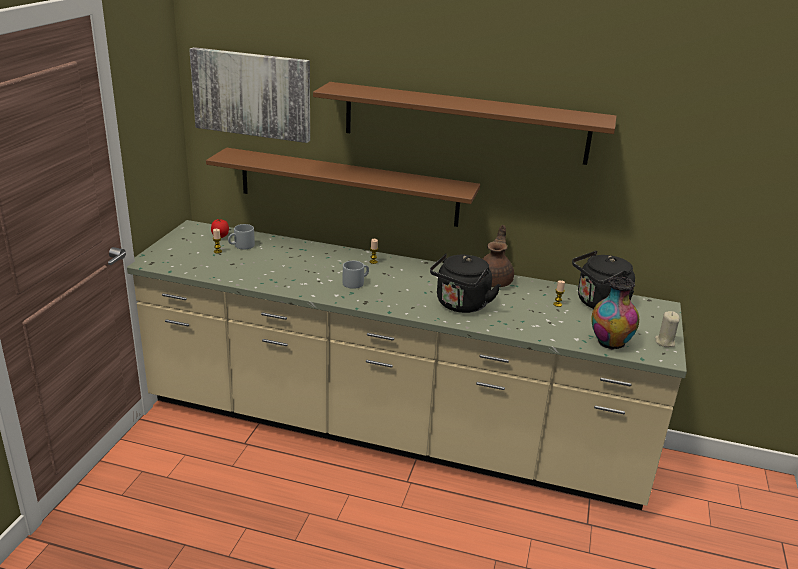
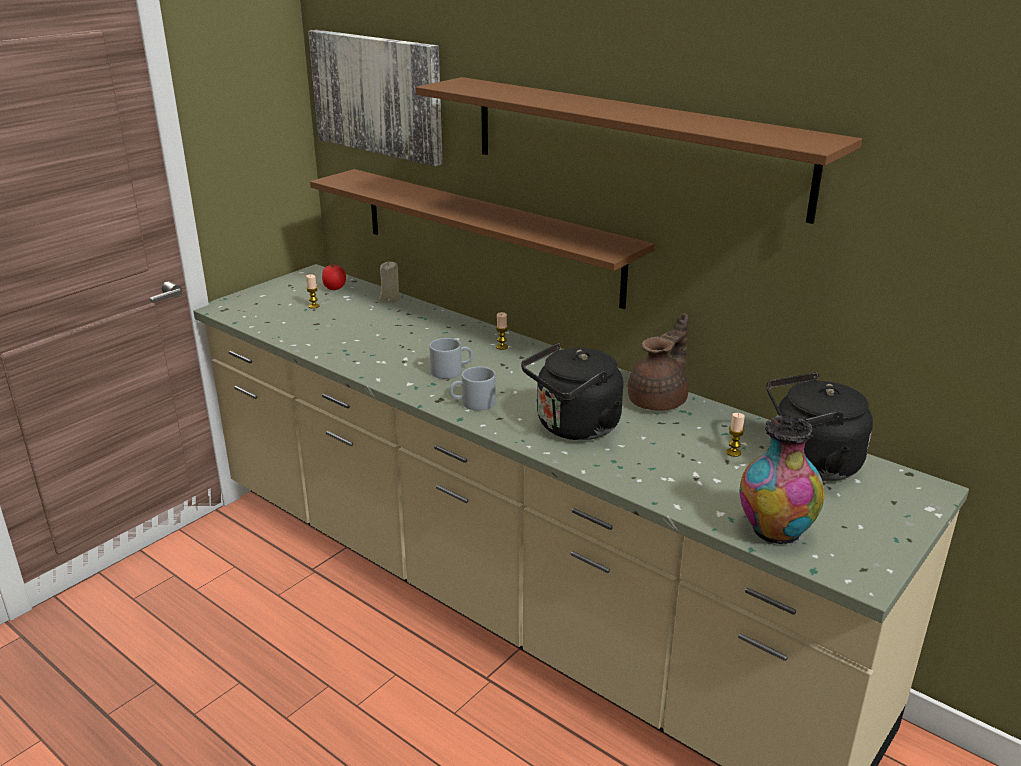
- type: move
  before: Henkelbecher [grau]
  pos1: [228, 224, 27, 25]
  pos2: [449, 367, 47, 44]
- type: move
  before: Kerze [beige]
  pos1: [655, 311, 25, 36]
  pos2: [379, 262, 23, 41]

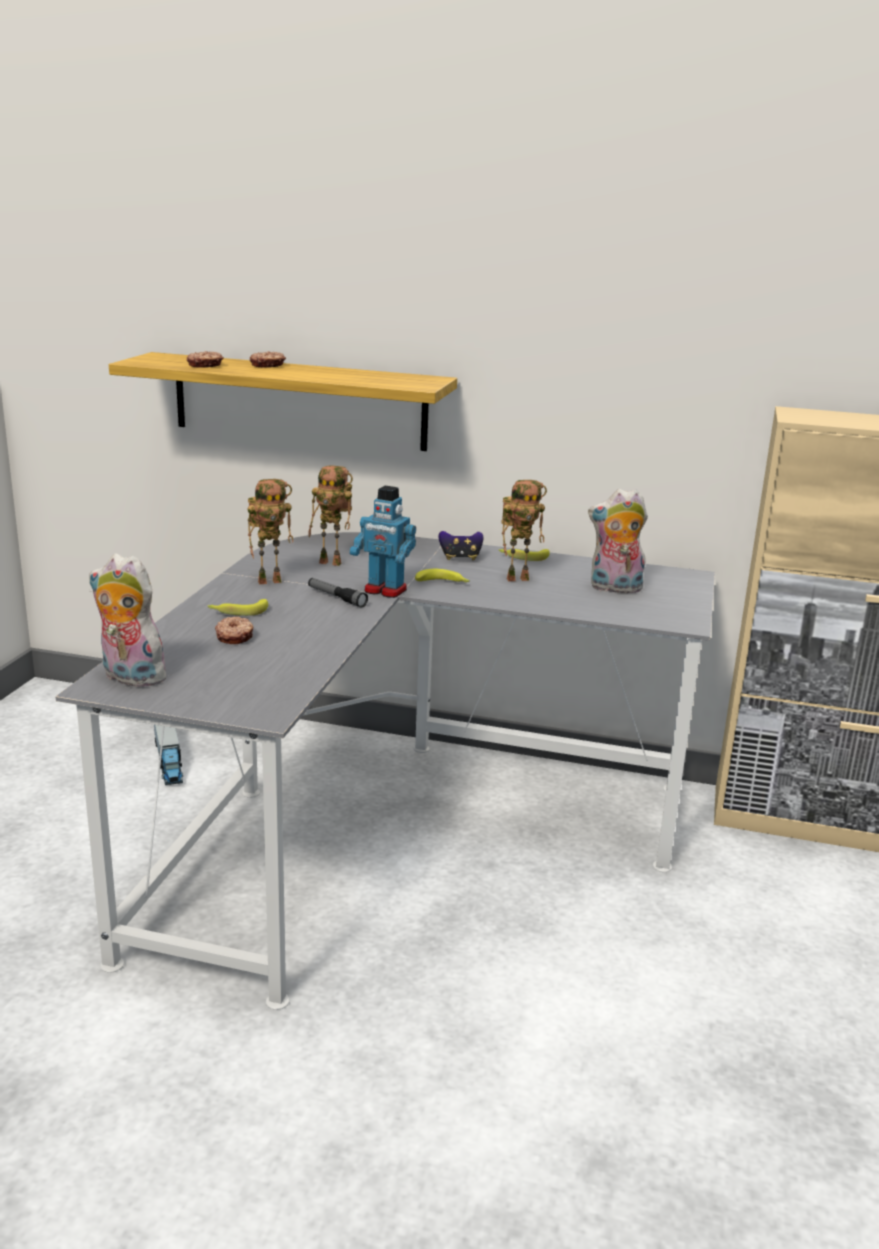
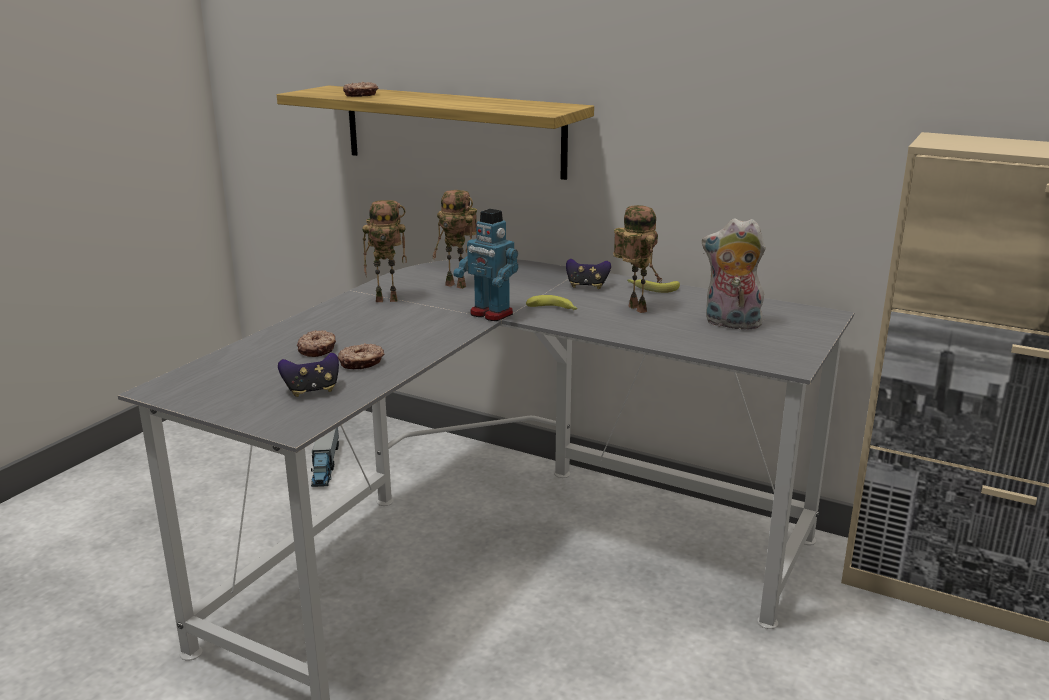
- type: move
  before: Donut
  pos1: [250, 351, 36, 17]
  pos2: [338, 343, 47, 26]
- type: rotate
  before: Spielzeugroboter
  pos1: [501, 480, 46, 101]
  pos2: [613, 205, 50, 108]
  turn: -120
- type: delete
  before: Plüschtier
  pos1: [89, 553, 77, 134]
- type: delete
  before: Taschenlampe
  pos1: [308, 578, 60, 30]
- type: delete
  before: Banane
  pos1: [208, 599, 60, 17]
- type: insert
  after: Gamepad
  pos2: [278, 353, 61, 44]

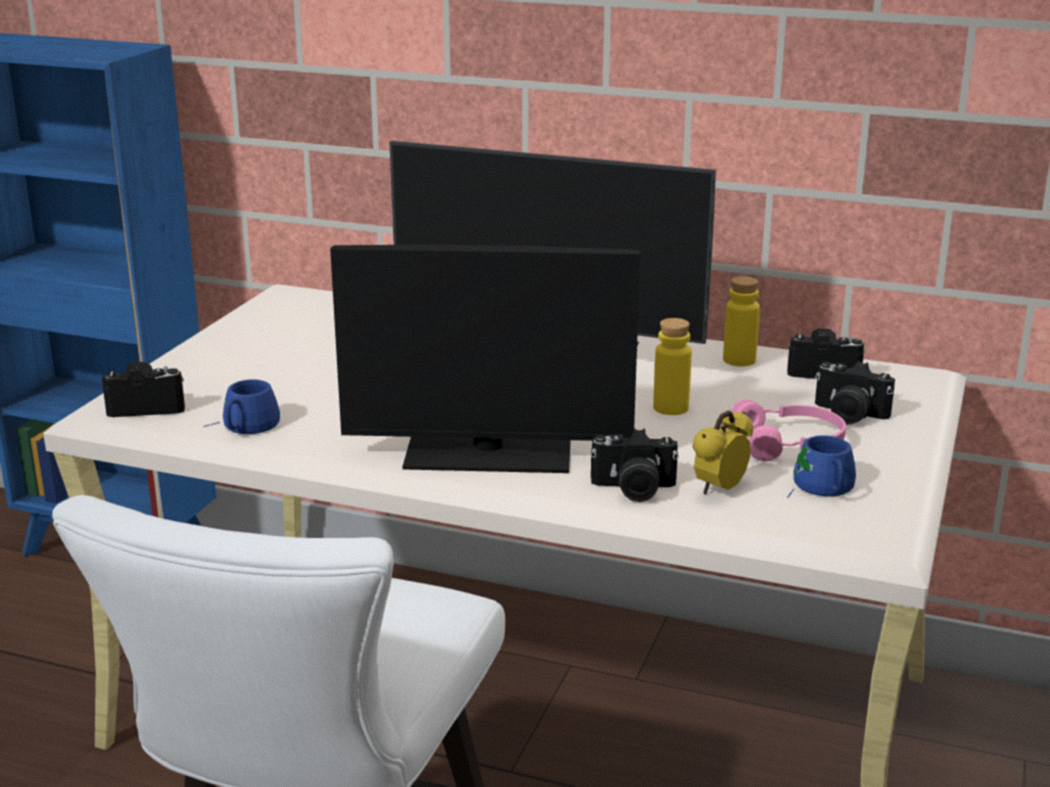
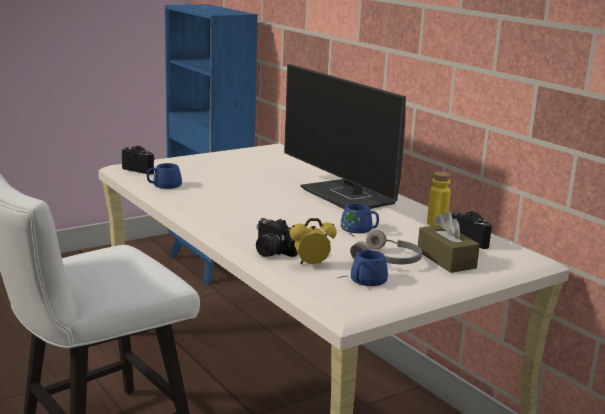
- type: delete
  before: Monitor
  pos1: [330, 245, 310, 228]
- type: replace
  before: Flasche [gelb]
  after: Henkelbecher [blau]
  pos1: [653, 318, 39, 97]
  pos2: [341, 203, 38, 35]
- type: replace
  before: Kamera
  after: Taschentuchbox [braun]
  pos1: [815, 361, 80, 63]
  pos2: [418, 212, 62, 61]
- type: recolor
  before: Kopfhörer [rosa]
  after: Kopfhörer [grau]
  pos1: [731, 399, 115, 62]
  pos2: [350, 230, 72, 34]

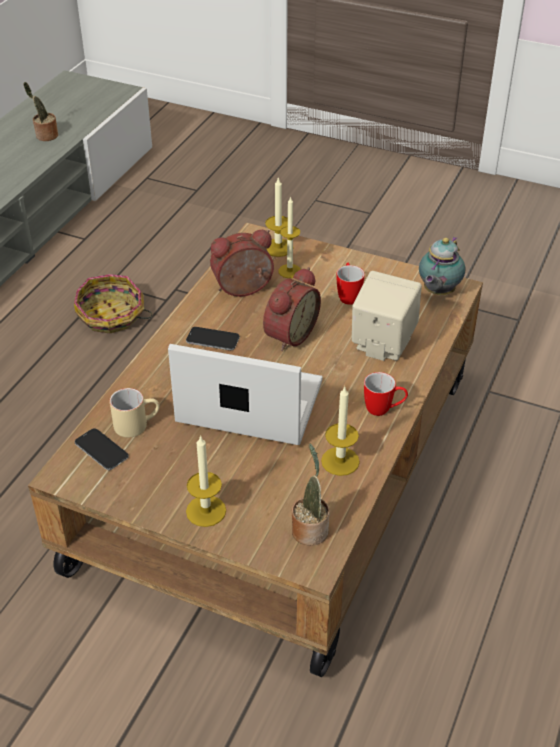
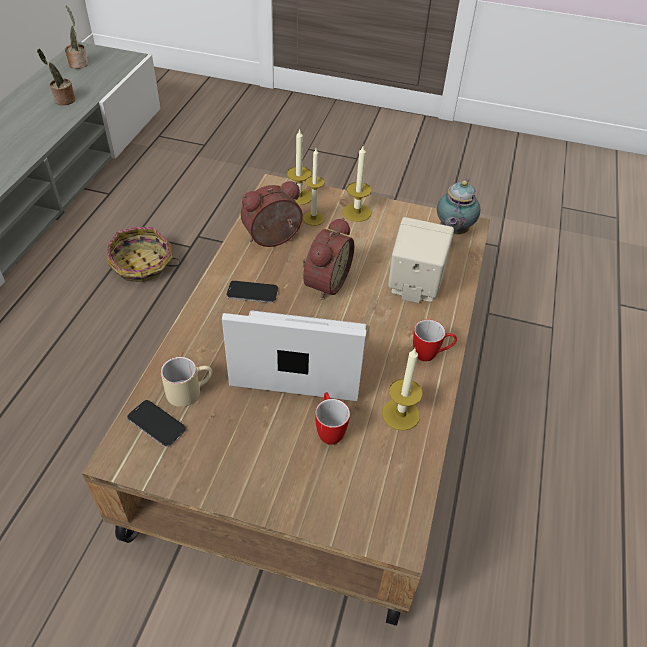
- type: move
  before: Henkelbecher
  pos1: [337, 263, 28, 42]
  pos2: [315, 392, 35, 53]
- type: move
  before: Kerze
  pos1: [186, 435, 40, 92]
  pos2: [343, 146, 29, 76]
- type: move
  before: Topfpflanze
  pos1: [292, 444, 38, 102]
  pos2: [65, 6, 23, 63]

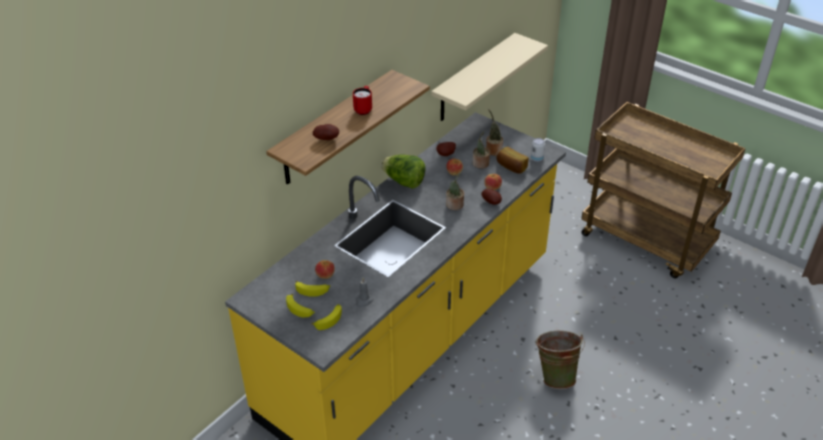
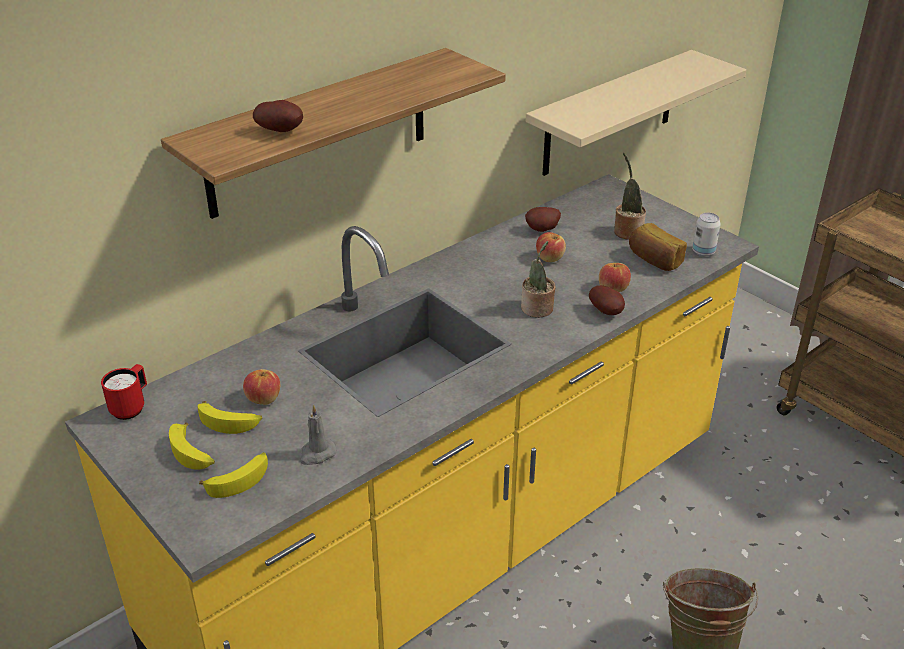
- type: move
  before: Henkelbecher [rot]
  pos1: [353, 86, 19, 29]
  pos2: [101, 364, 46, 56]
- type: delete
  before: Topfpflanze
  pos1: [472, 131, 18, 38]
- type: delete
  before: Salatkopf
  pos1: [381, 154, 45, 35]

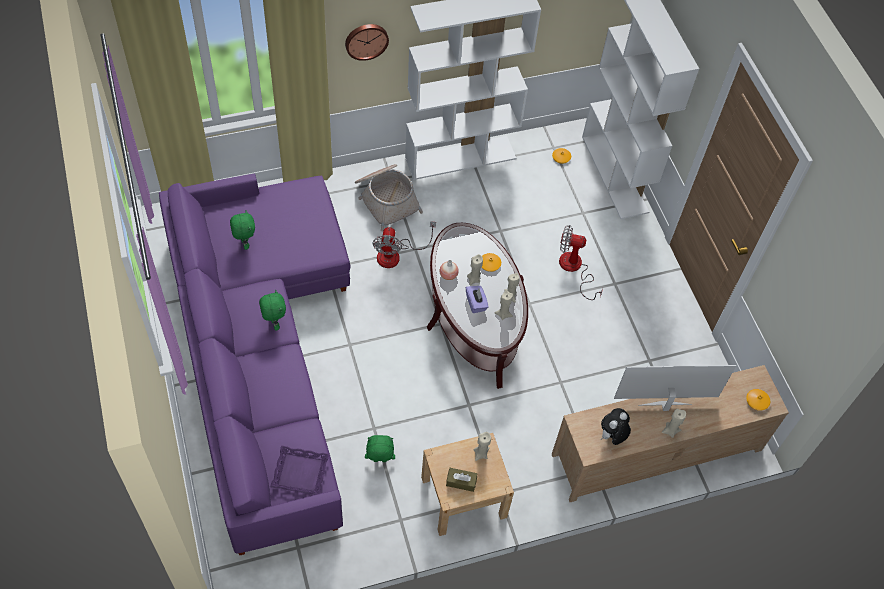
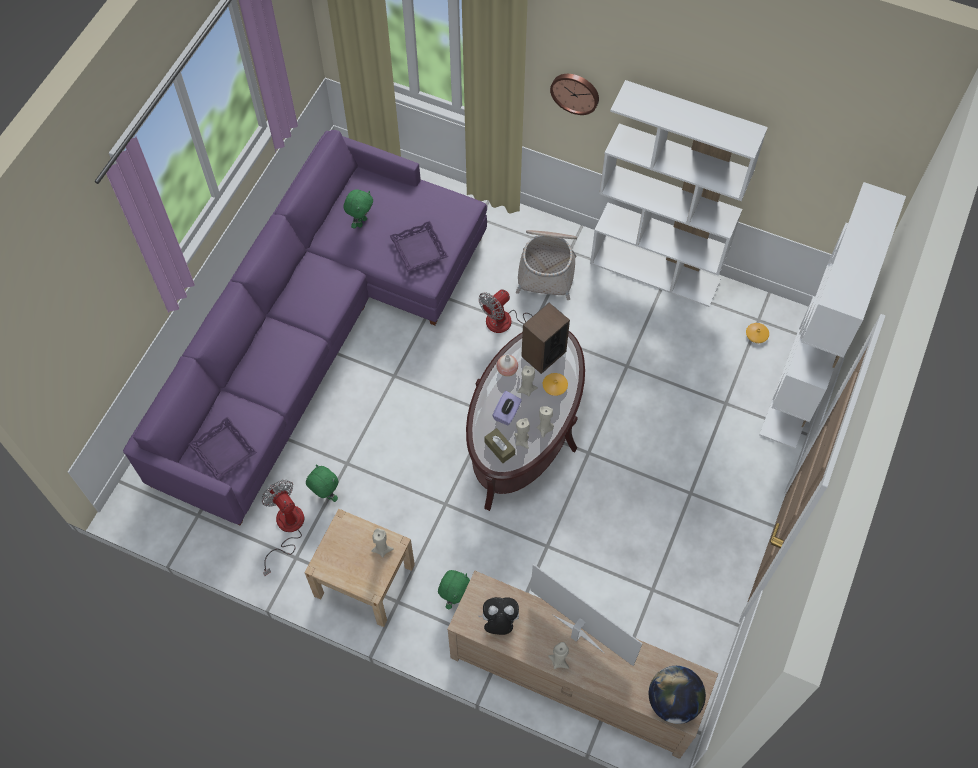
- type: move
  before: Ventilator
  pos1: [559, 225, 44, 75]
  pos2: [262, 480, 42, 96]
- type: move
  before: Plüschtier [grün]
  pos1: [259, 290, 27, 41]
  pos2: [438, 570, 32, 39]
- type: replace
  before: Vase [orange]
  after: Globus
  pos1: [747, 389, 23, 22]
  pos2: [649, 666, 57, 58]
- type: move
  before: Taschentuchbox [braun]
  pos1: [446, 468, 31, 24]
  pos2: [484, 428, 31, 35]
- type: insert
  after: Tablett [lila]
  pos2: [389, 221, 60, 51]
- type: insert
  after: Lautsprecher
  pos2: [521, 303, 49, 71]

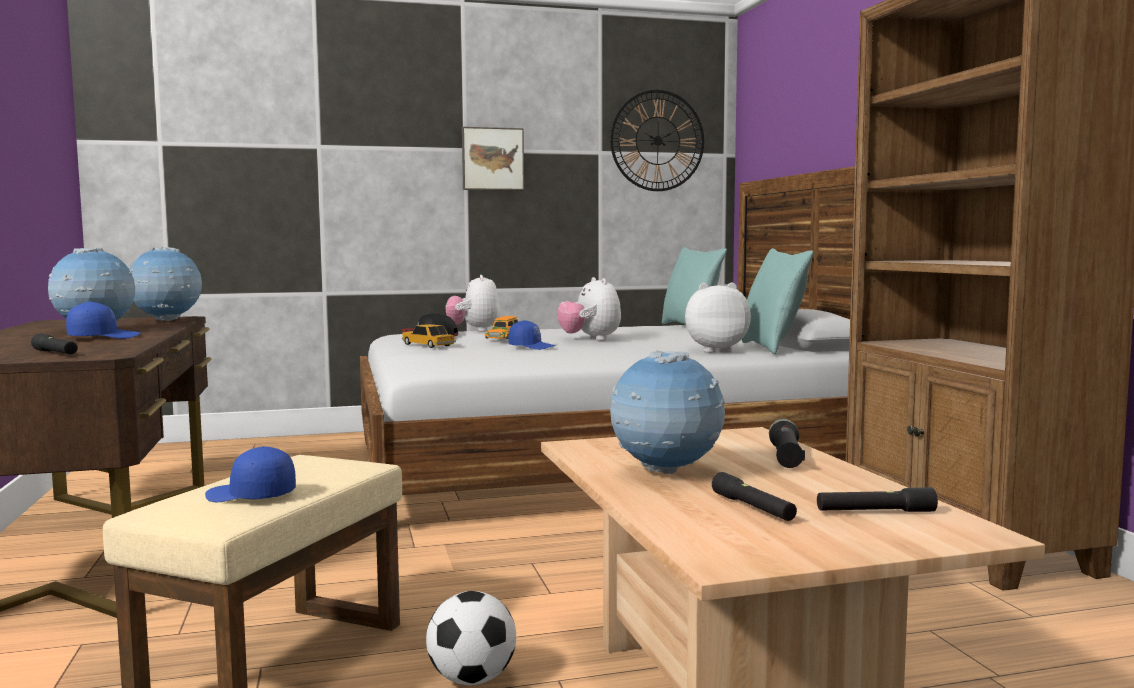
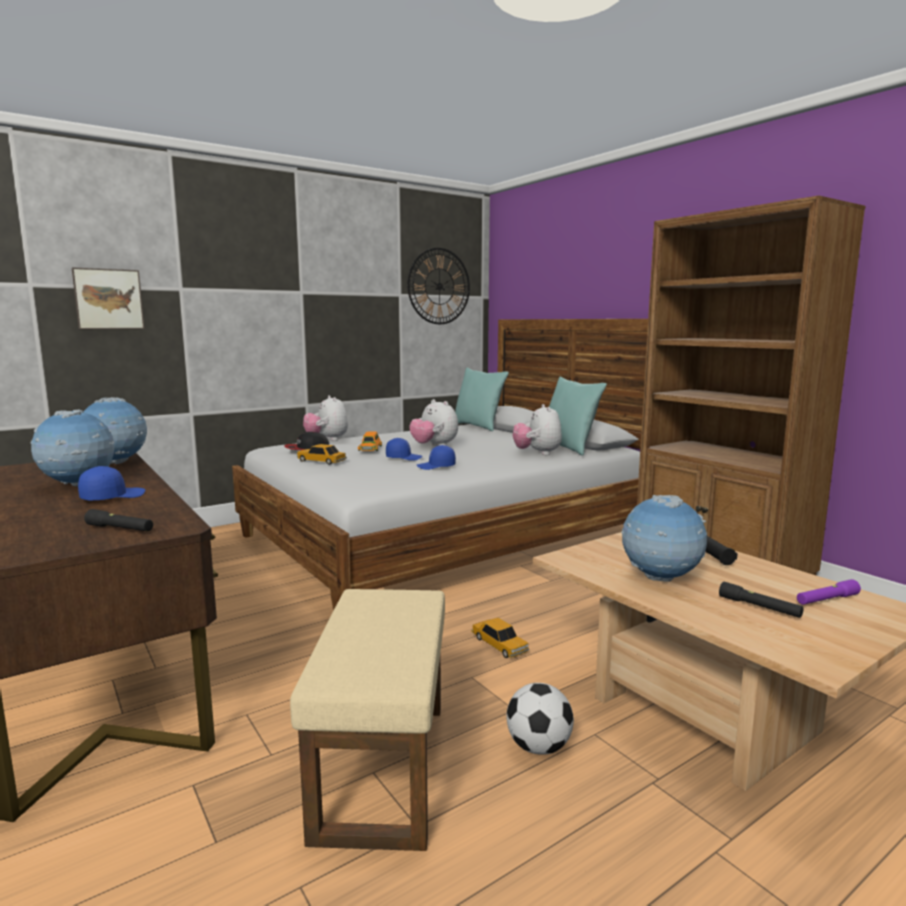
- type: move
  before: Bild
  pos1: [462, 127, 62, 63]
  pos2: [72, 267, 72, 62]
- type: rotate
  before: Plüschtier
  pos1: [685, 283, 66, 70]
  pos2: [513, 404, 49, 51]
  turn: -75
- type: move
  before: Kappe [blau]
  pos1: [205, 446, 91, 56]
  pos2: [416, 445, 40, 25]
- type: recolor
  before: Taschenlampe [schwarz]
  after: Taschenlampe [lila]
  pos1: [817, 487, 121, 25]
  pos2: [797, 579, 64, 26]
- type: insert
  after: Spielzeugauto
  pos2: [471, 618, 58, 40]

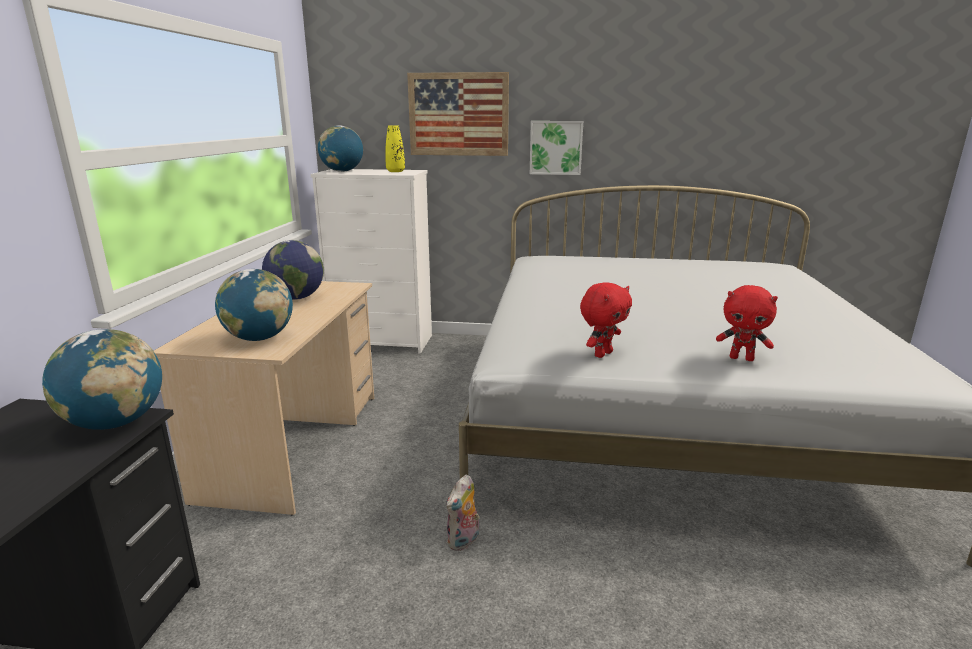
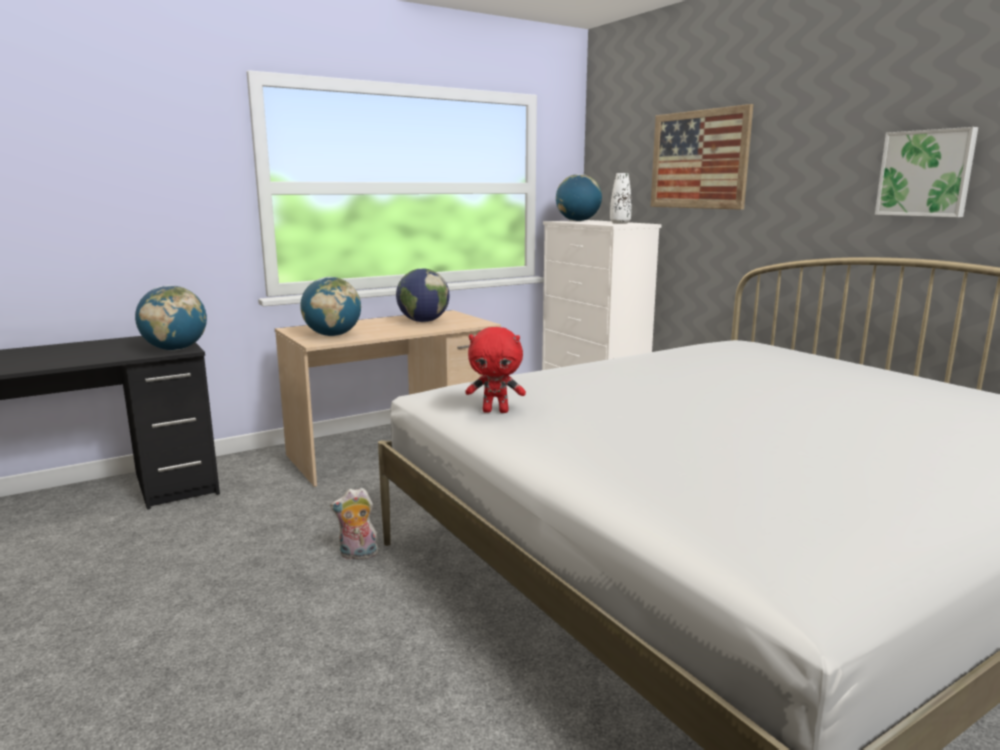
- type: move
  before: Bild
  pos1: [530, 121, 53, 54]
  pos2: [875, 127, 103, 90]
- type: recolor
  before: Vase [gelb]
  after: Vase [weiß]
  pos1: [385, 125, 20, 47]
  pos2: [610, 173, 21, 51]
- type: delete
  before: Plüschtier [rot]
  pos1: [716, 285, 62, 76]

